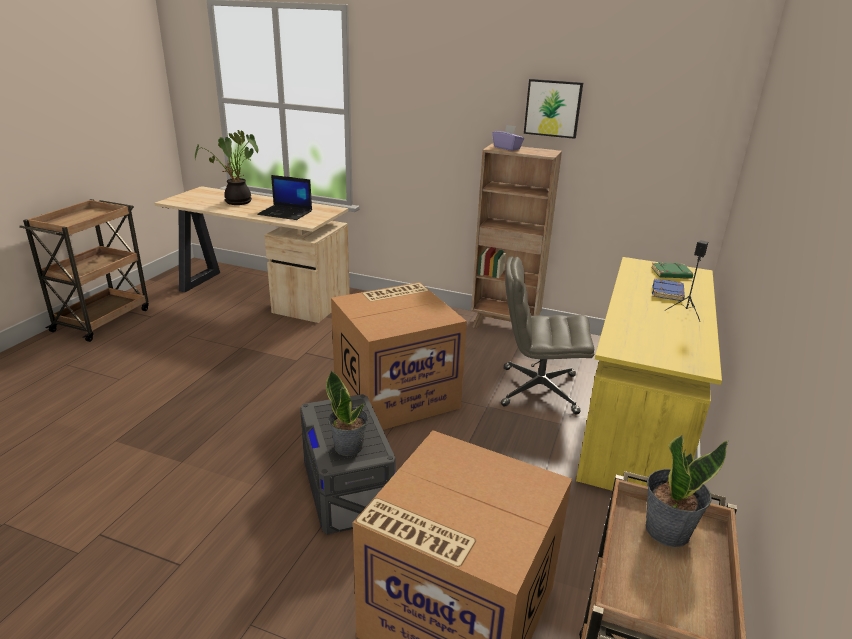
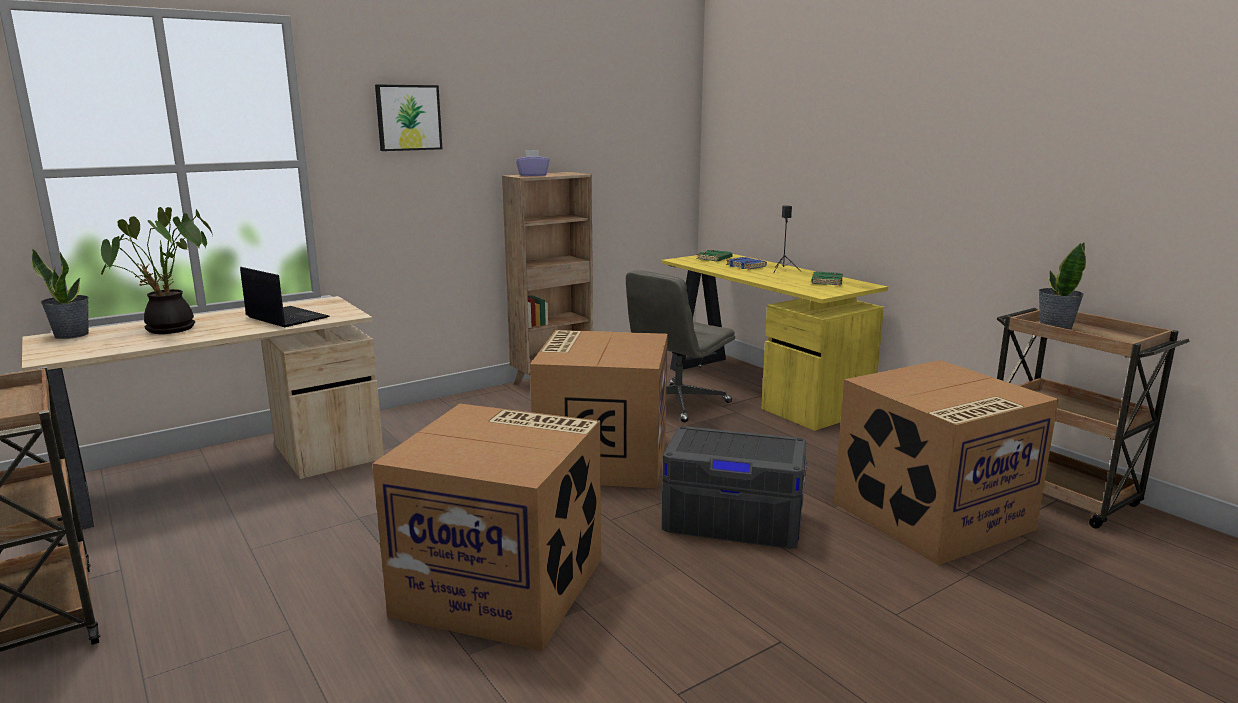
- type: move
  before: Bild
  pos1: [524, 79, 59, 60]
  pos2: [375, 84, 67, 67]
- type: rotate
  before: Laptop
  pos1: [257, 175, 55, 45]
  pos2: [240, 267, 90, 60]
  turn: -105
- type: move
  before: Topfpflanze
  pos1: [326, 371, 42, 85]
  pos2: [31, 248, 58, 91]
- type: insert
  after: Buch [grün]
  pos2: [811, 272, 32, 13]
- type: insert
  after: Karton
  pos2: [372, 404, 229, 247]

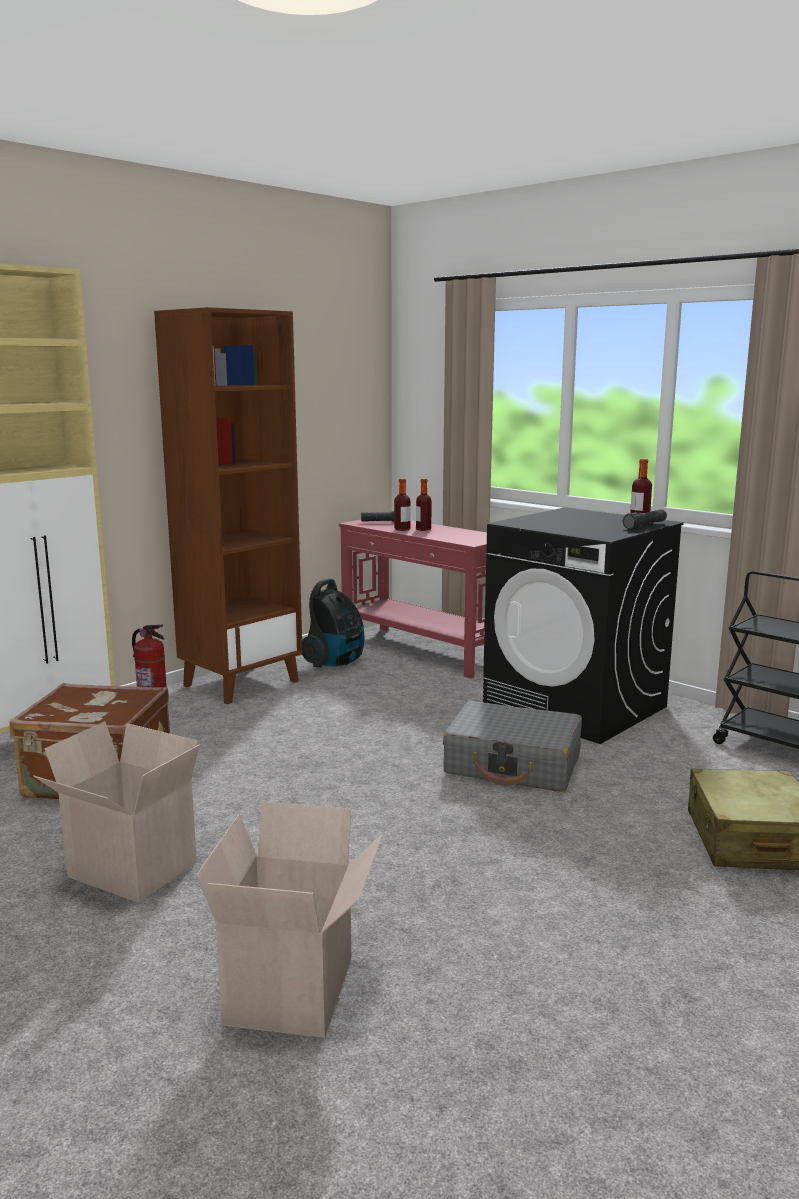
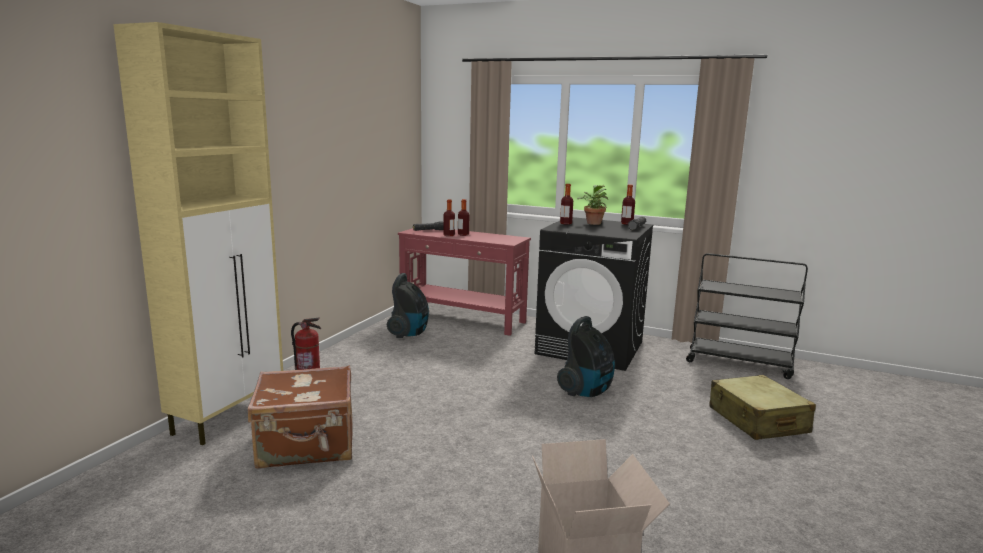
- type: delete
  before: Bücherregal [braun]
  pos1: [154, 307, 149, 397]
- type: replace
  before: Koffer [grau]
  after: Staubsauger
  pos1: [443, 701, 139, 91]
  pos2: [557, 316, 58, 81]
- type: delete
  before: Karton
  pos1: [33, 721, 167, 182]
- type: insert
  after: Flasche
  pos2: [560, 184, 13, 41]
- type: insert
  after: Topfpflanze
  pos2: [577, 185, 31, 40]

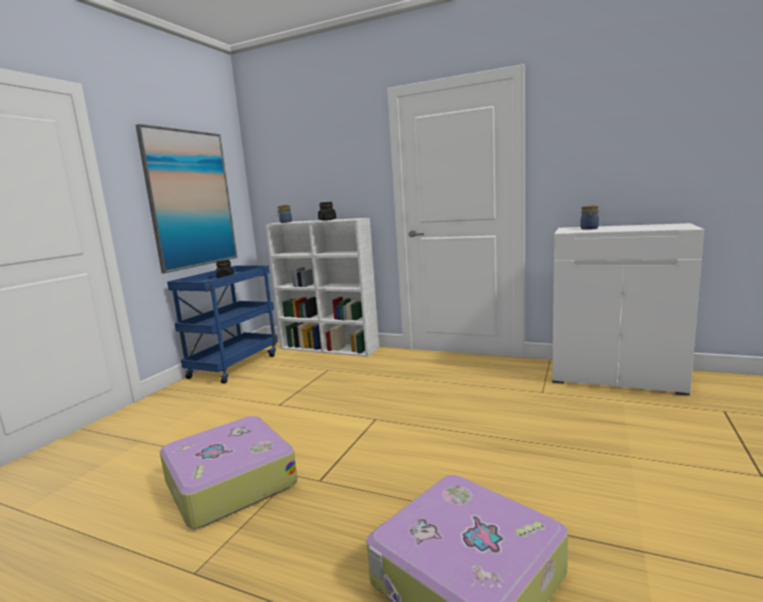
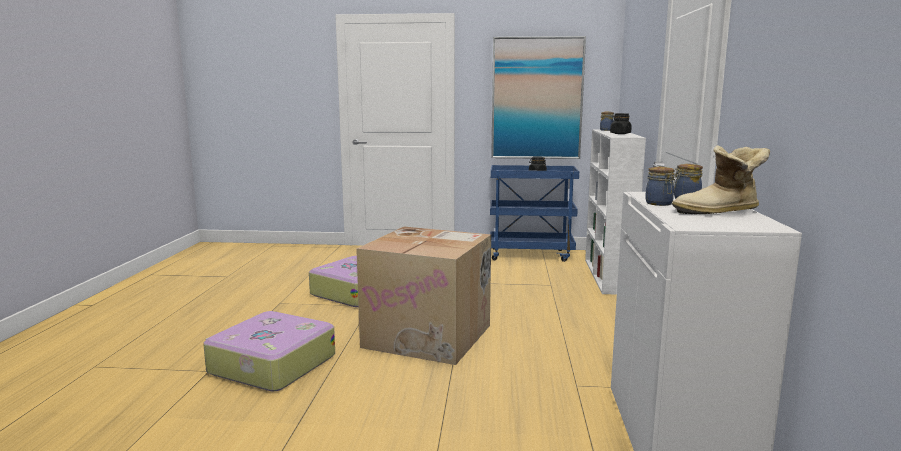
- type: insert
  after: Stiefel
  pos2: [672, 145, 98, 69]
- type: insert
  after: Vorratsglas
  pos2: [645, 167, 30, 39]
- type: insert
  after: Karton
  pos2: [356, 227, 135, 138]

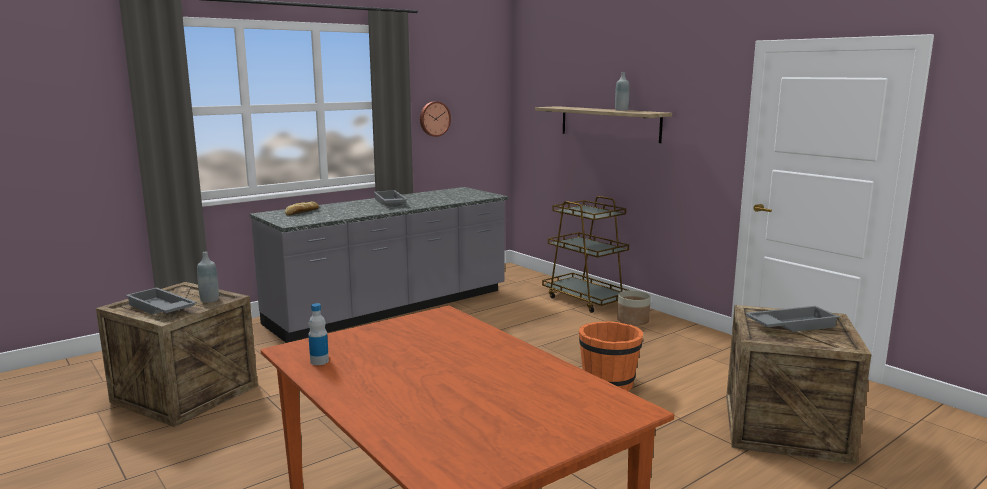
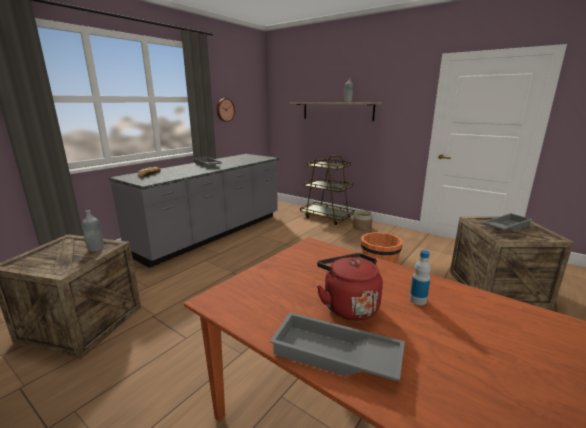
- type: move
  before: Tablett [grau]
  pos1: [126, 288, 71, 27]
  pos2: [270, 312, 135, 69]
- type: move
  before: Flasche
  pos1: [308, 303, 21, 62]
  pos2: [410, 250, 21, 55]
- type: insert
  after: Wasserkessel [rot]
  pos2: [317, 253, 66, 68]

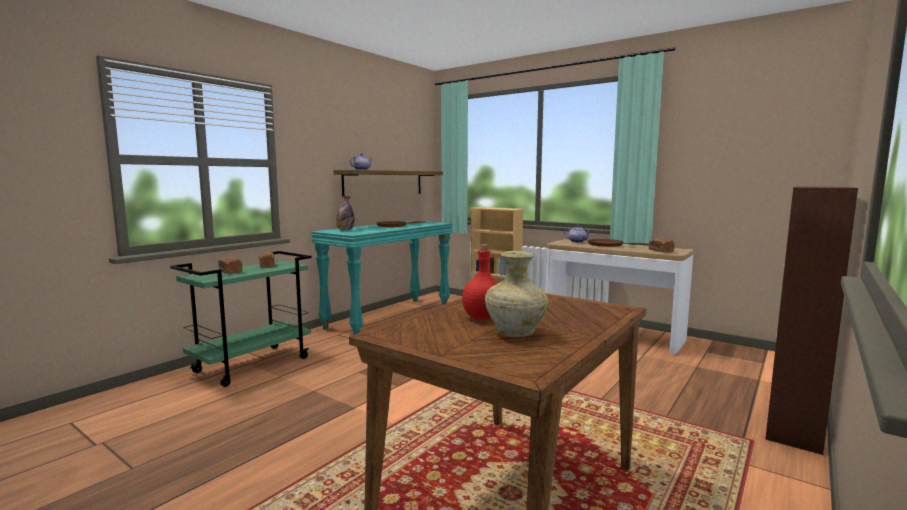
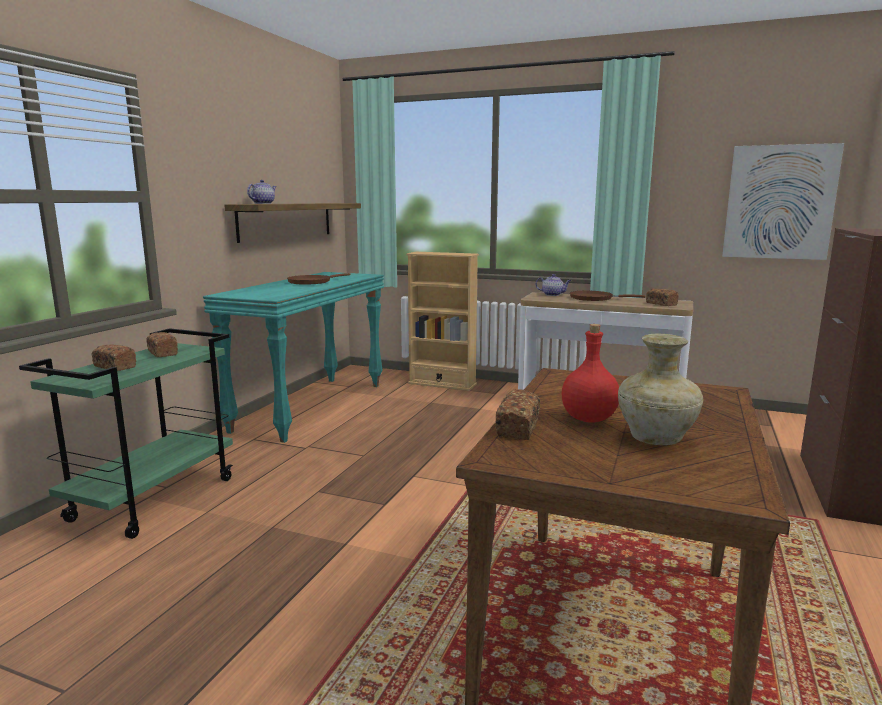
- type: delete
  before: Flasche
  pos1: [336, 196, 18, 35]
- type: insert
  after: Bild
  pos2: [722, 143, 122, 117]
- type: insert
  after: Brot
  pos2: [496, 389, 44, 51]

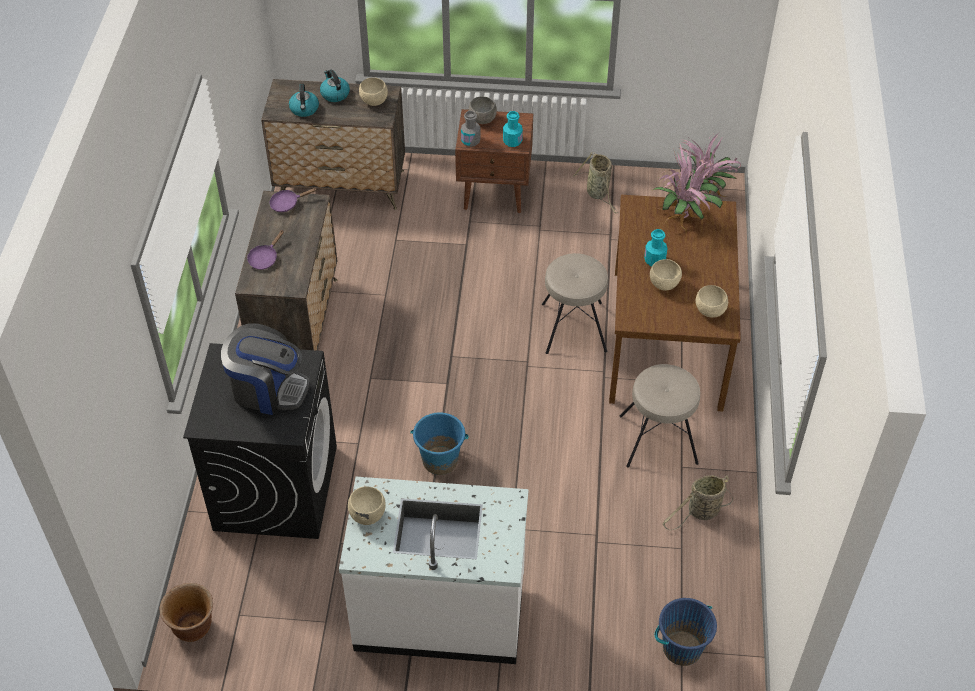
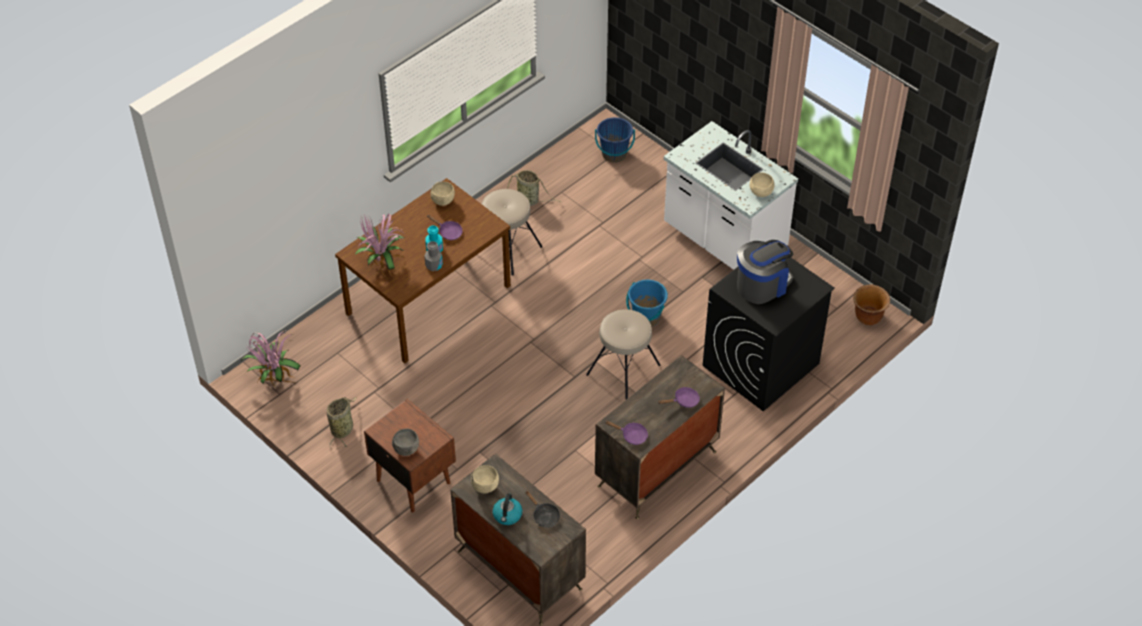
- type: replace
  before: Wasserkessel
  after: Pfanne [schwarz]
  pos1: [289, 84, 30, 33]
  pos2: [525, 491, 35, 37]
- type: move
  before: Flasche [grau]
  pos1: [461, 111, 20, 36]
  pos2: [424, 241, 19, 30]
- type: delete
  before: Flasche [türkis]
  pos1: [503, 111, 20, 36]
- type: move
  before: Hocker [beige]
  pos1: [542, 253, 66, 101]
  pos2: [586, 309, 74, 90]
- type: replace
  before: Schüssel [beige]
  after: Pfanne [lila]
  pos1: [650, 259, 32, 31]
  pos2: [427, 215, 36, 25]
- type: rotate
  before: Kaffeemaschine
  pos1: [221, 323, 89, 92]
  pos2: [737, 240, 57, 64]
  turn: 90

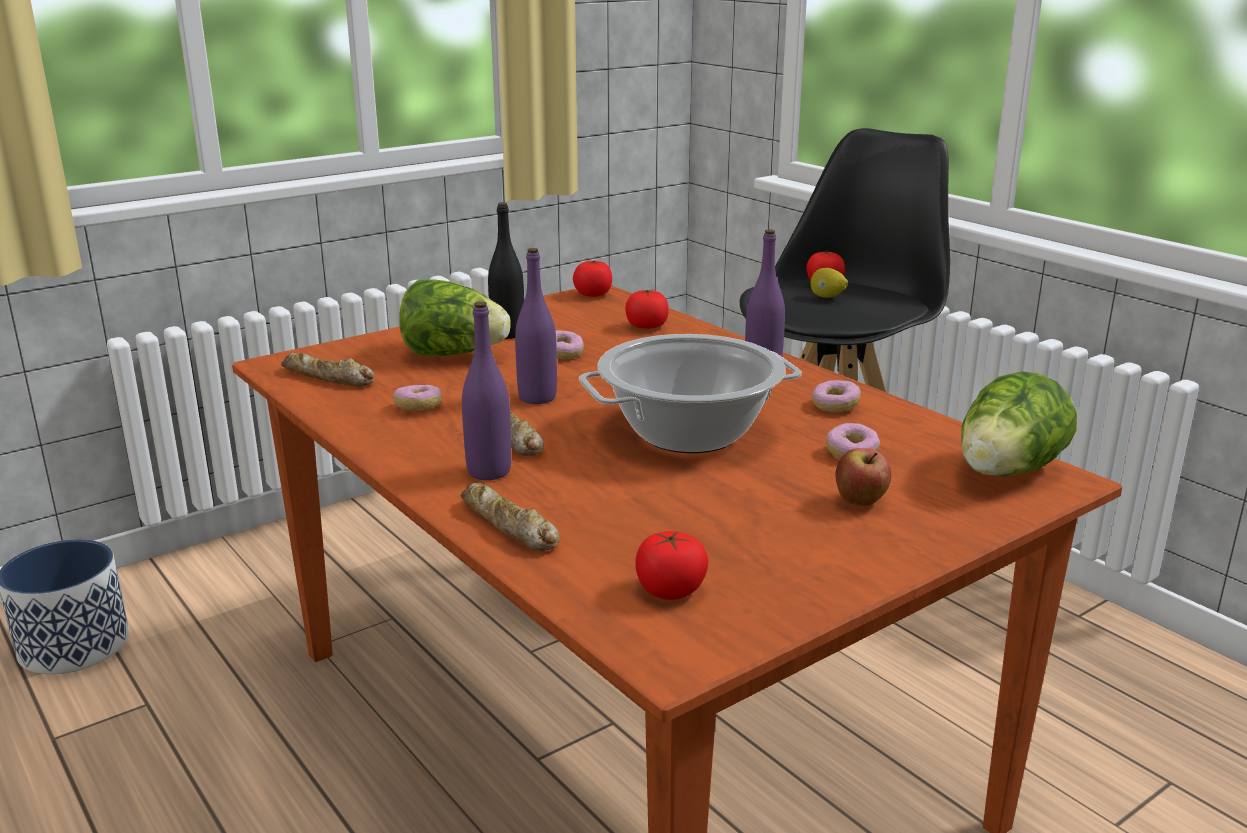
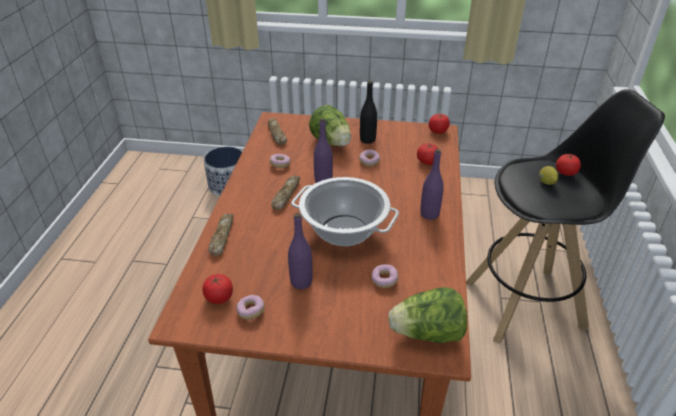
- type: move
  before: Flasche [lila]
  pos1: [462, 301, 49, 179]
  pos2: [288, 213, 24, 76]
- type: move
  before: Donut
  pos1: [812, 380, 49, 33]
  pos2: [236, 295, 29, 25]
- type: delete
  before: Apfel
  pos1: [835, 448, 56, 59]

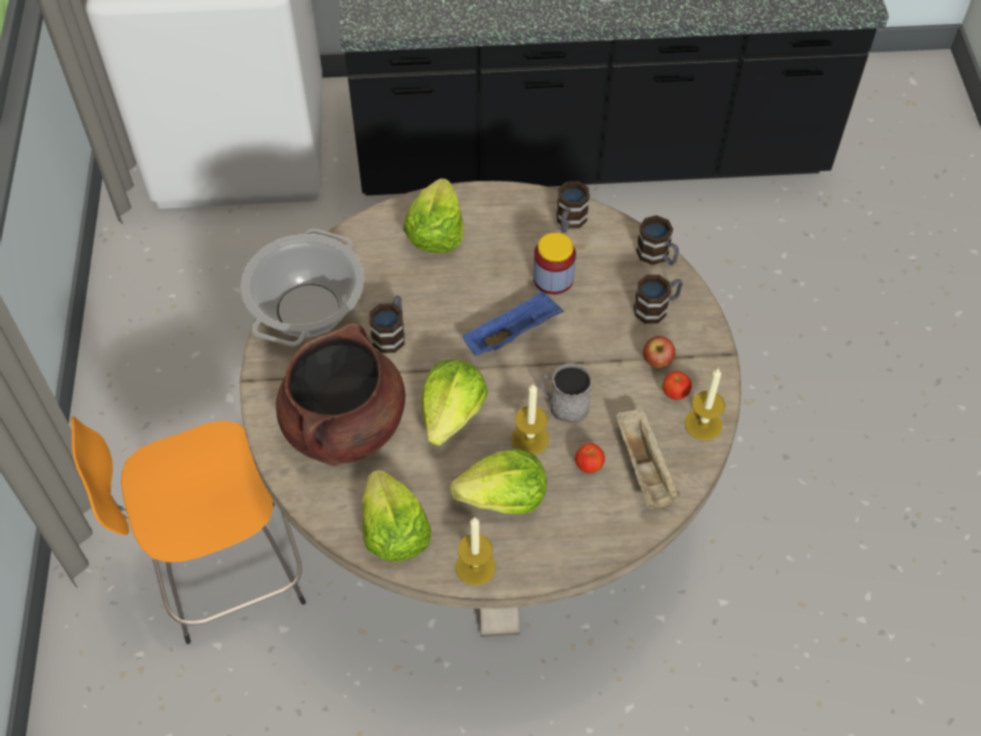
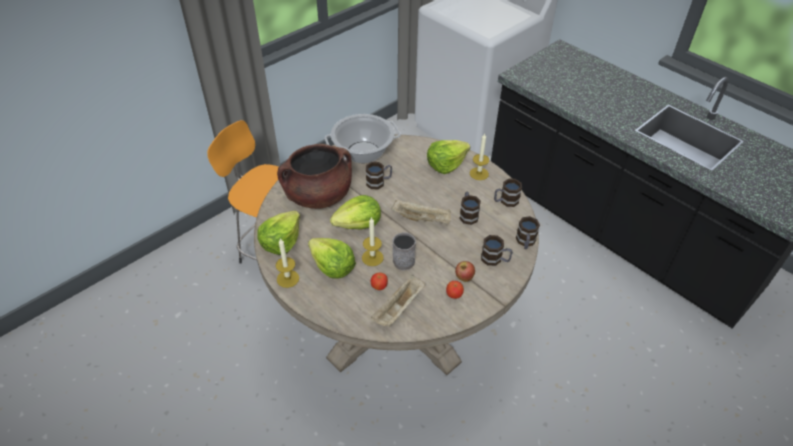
- type: replace
  before: Vorratsglas
  after: Henkelbecher
  pos1: [533, 232, 43, 62]
  pos2: [459, 192, 22, 33]
- type: recolor
  before: Tablett [blau]
  after: Tablett [beige]
  pos1: [463, 291, 101, 65]
  pos2: [391, 199, 60, 25]
- type: move
  before: Kerze
  pos1: [685, 368, 40, 72]
  pos2: [470, 134, 19, 46]

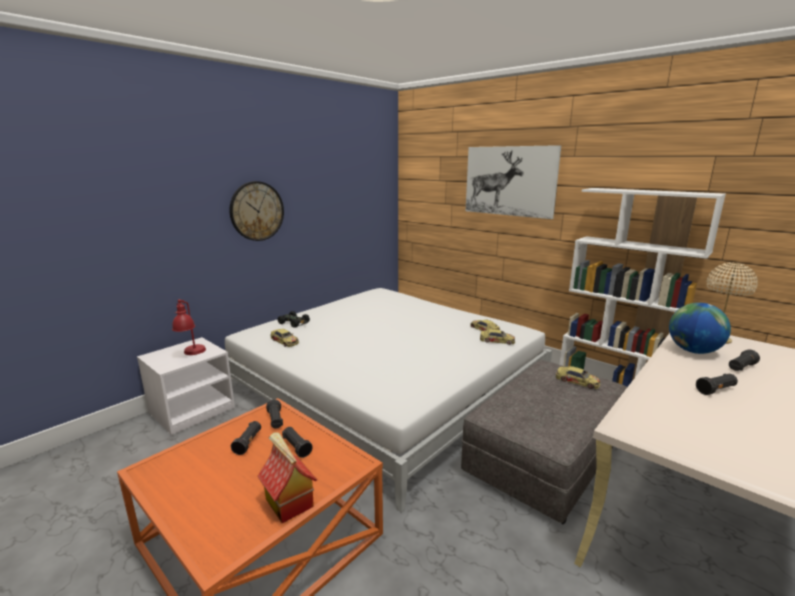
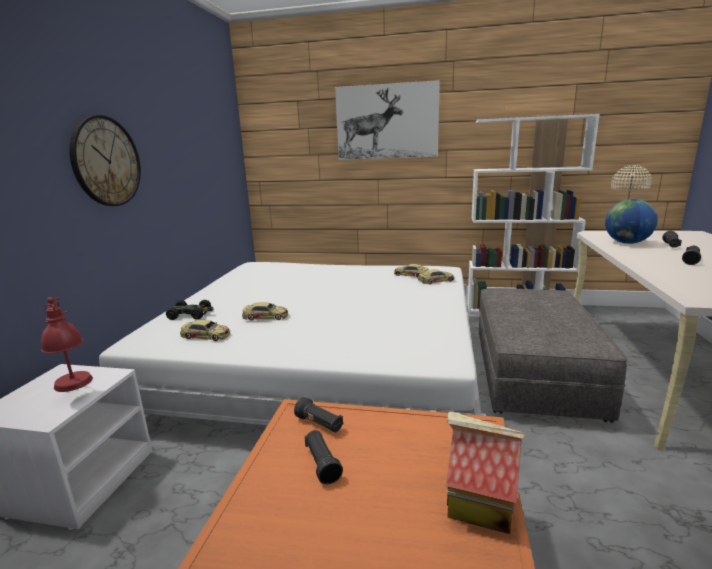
- type: move
  before: Spielzeugauto
  pos1: [556, 366, 44, 23]
  pos2: [242, 302, 47, 18]
- type: delete
  before: Taschenlampe [schwarz]
  pos1: [282, 427, 31, 31]

